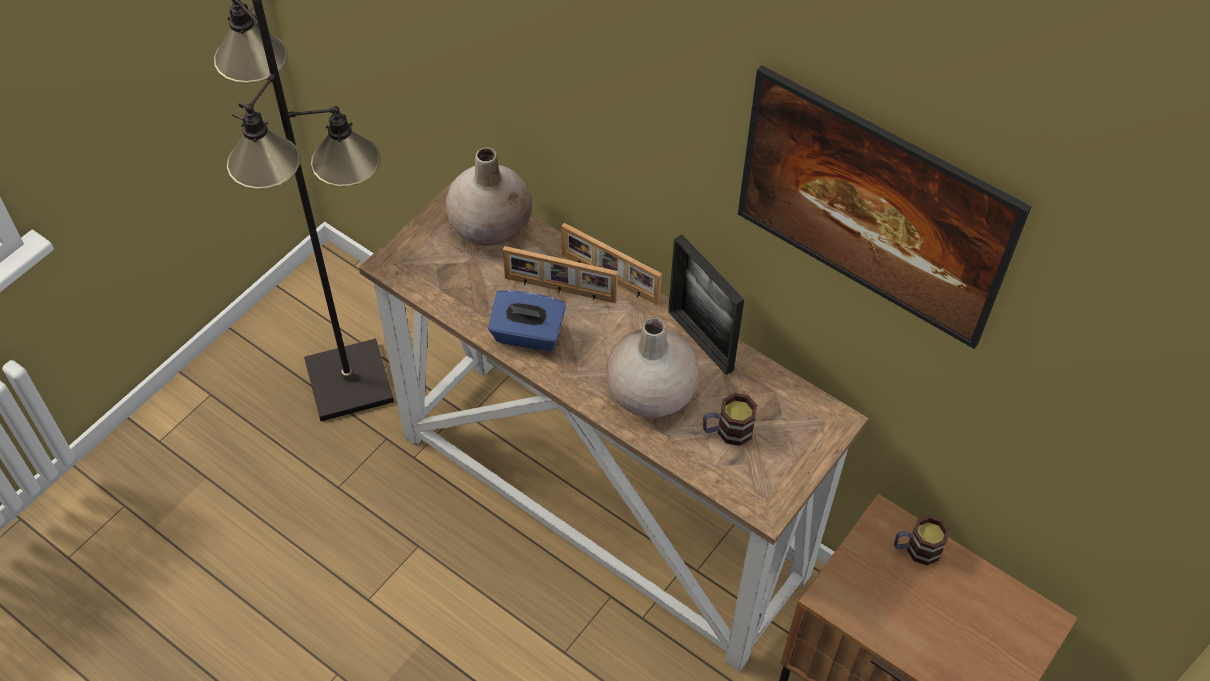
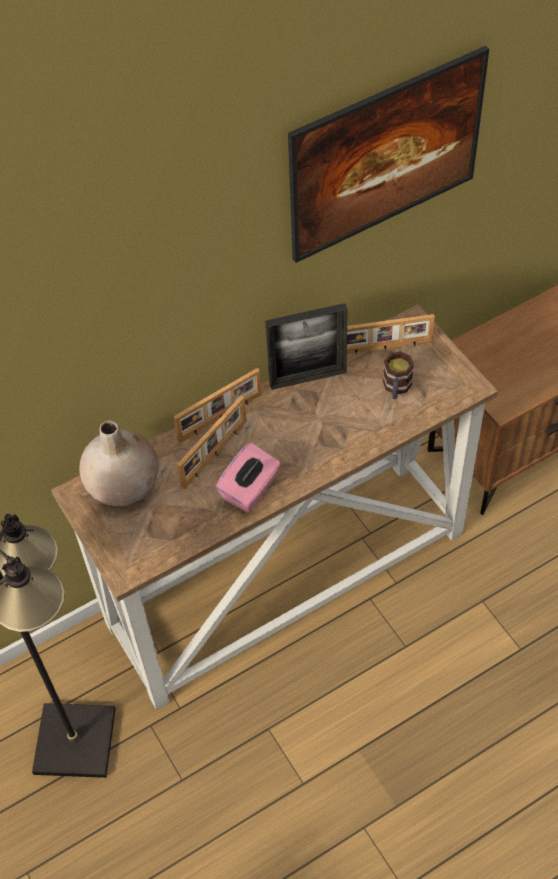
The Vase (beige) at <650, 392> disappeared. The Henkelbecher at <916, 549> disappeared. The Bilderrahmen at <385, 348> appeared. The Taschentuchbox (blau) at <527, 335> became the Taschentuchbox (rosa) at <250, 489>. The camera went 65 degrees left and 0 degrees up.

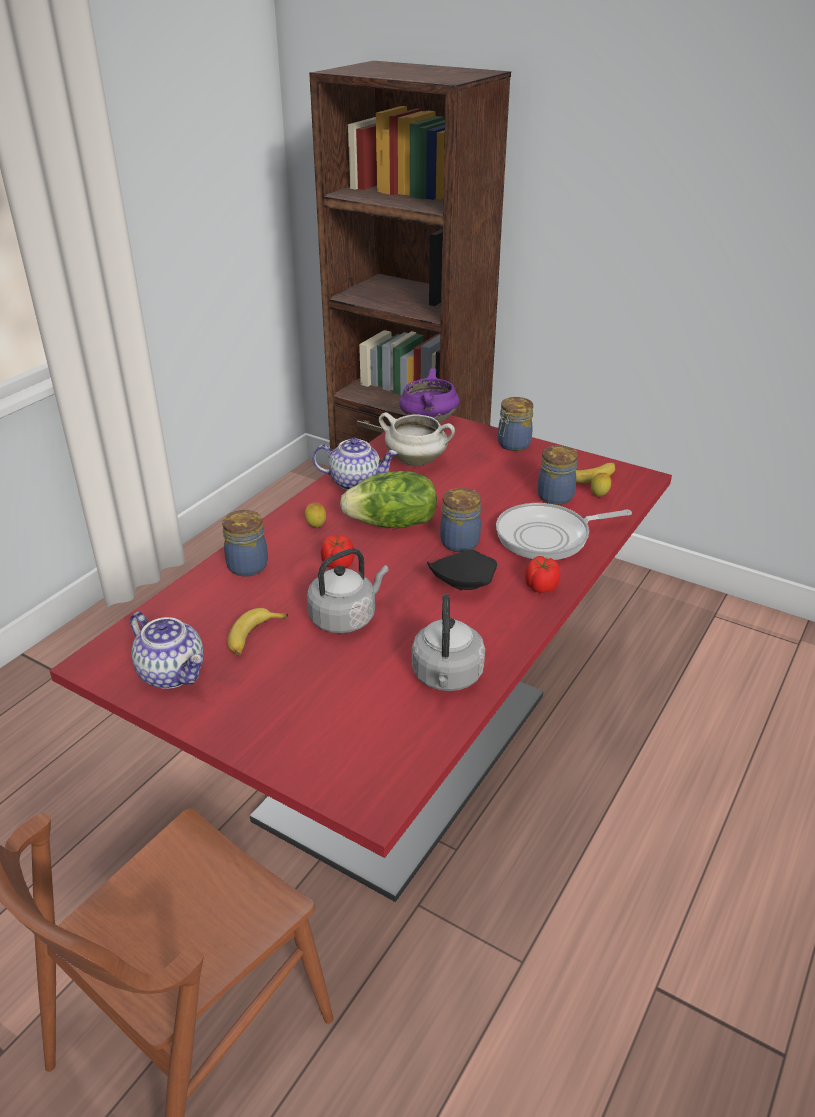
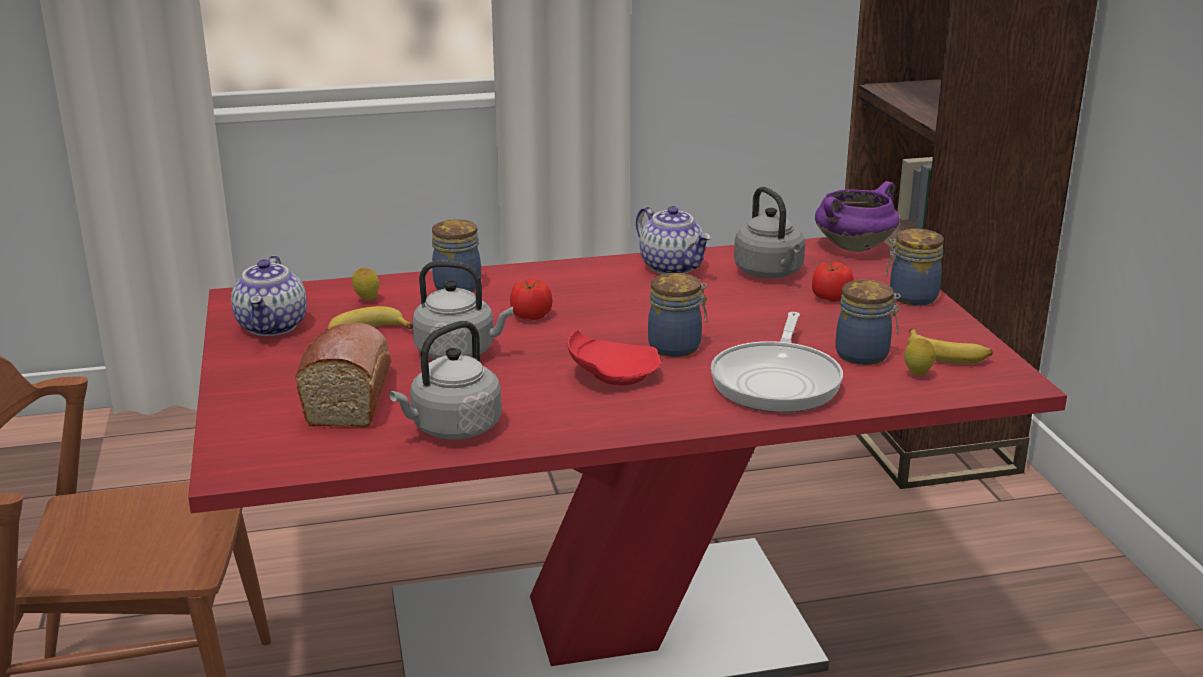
The Salatkopf at <393, 524> disappeared. The Brot at <350, 395> appeared. The Zitrone moved from <316, 527> to <367, 300>. The Tomate moved from <541, 587> to <830, 297>. The Kochtopf (weiß) at <417, 461> was replaced by the Wasserkessel (grau) at <770, 273>. The Teller (schwarz) at <462, 581> became the Teller (rot) at <612, 374>. The Pfanne at <548, 537> turned 105 degrees counterclockwise. The camera went 45 degrees right and 10 degrees down.

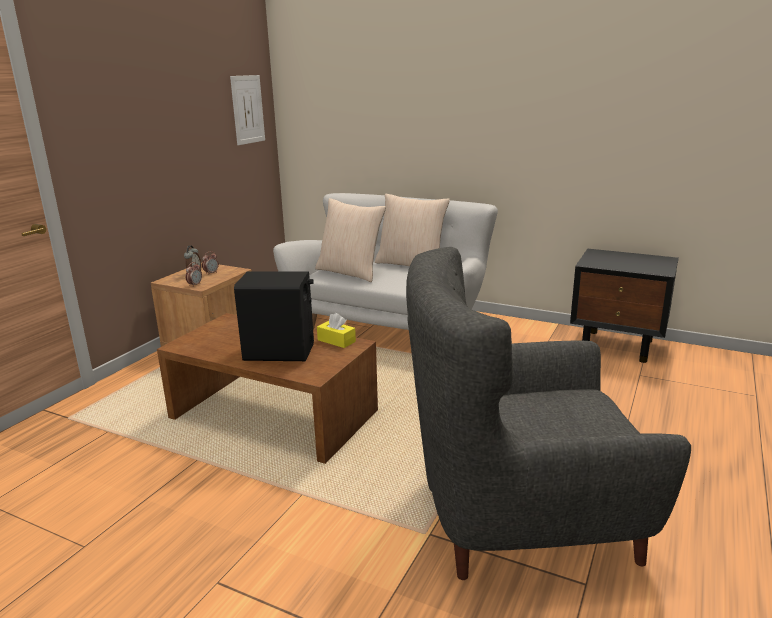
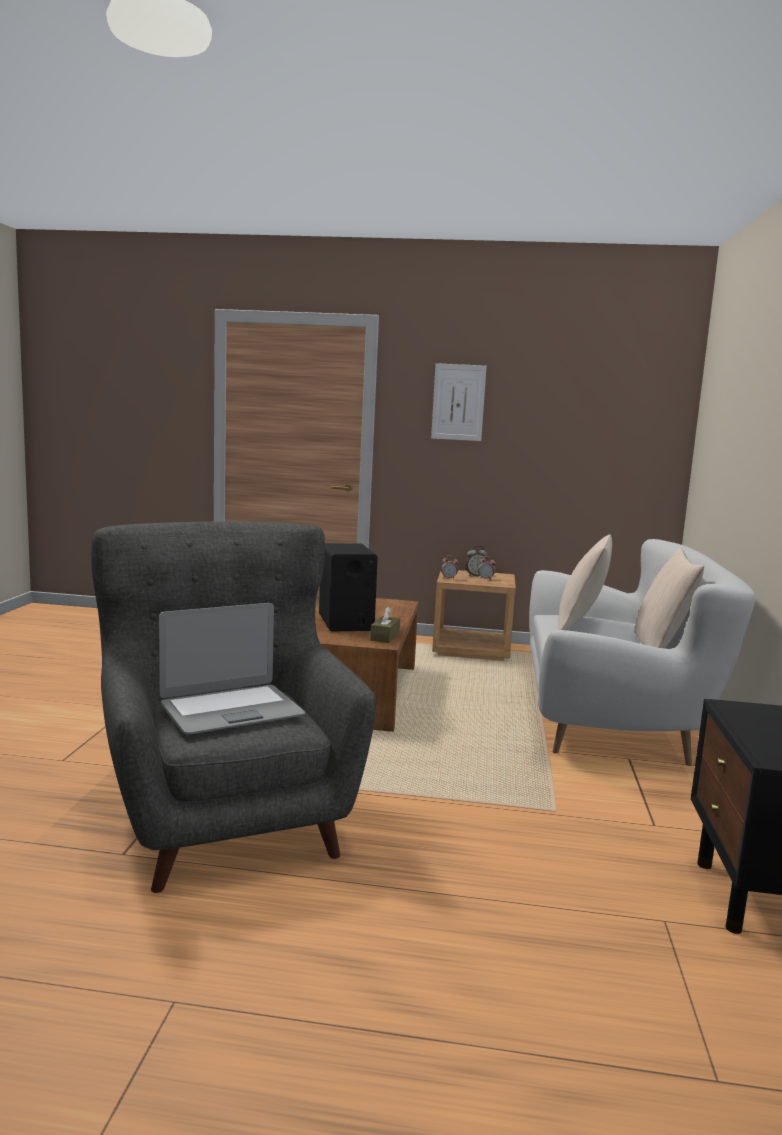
The Laptop at <231, 710> appeared. The Bild moved from <247, 109> to <458, 402>. The Taschentuchbox (gelb) at <336, 341> became the Taschentuchbox (braun) at <385, 637>. The camera went 70 degrees right and 10 degrees down.

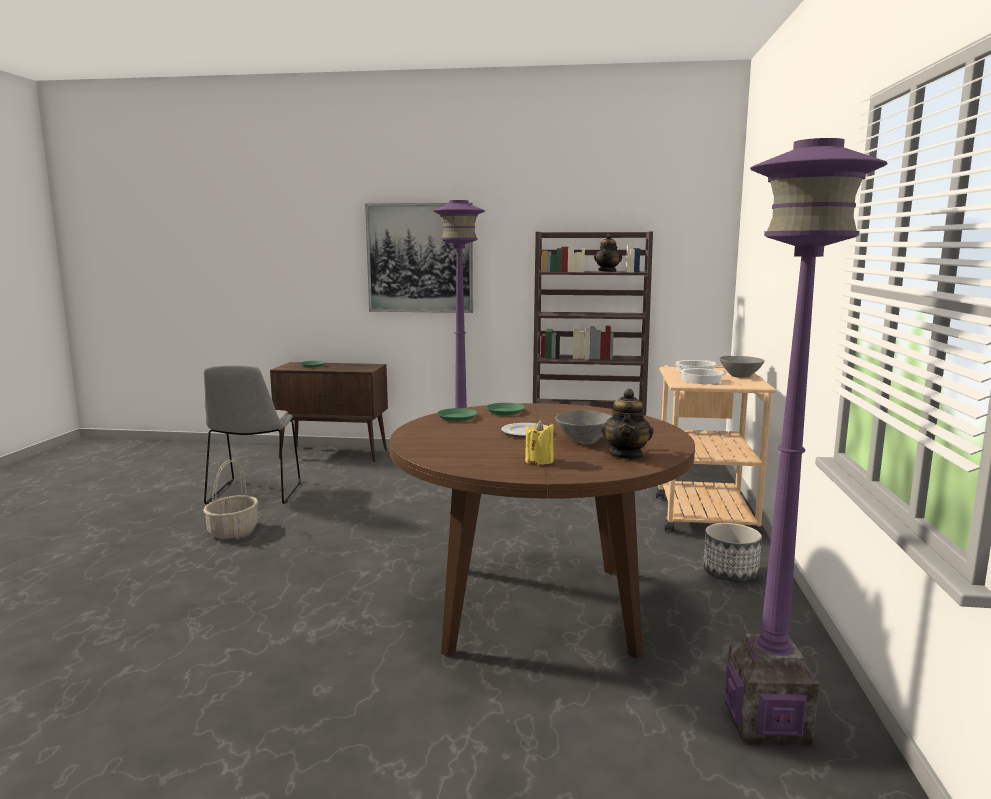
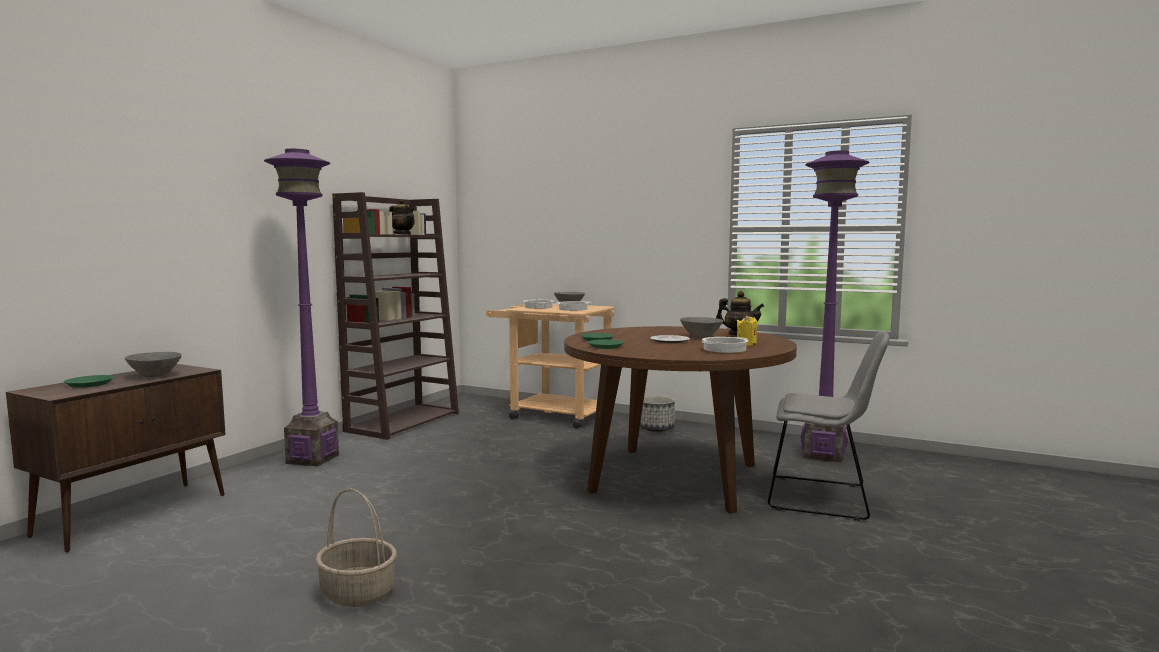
The Bild at <420, 258> disappeared. The Schüssel (grau) at <155, 375> appeared. The Kochtopf at <724, 349> appeared. The Stuhl (grau) moved from <254, 494> to <823, 498>. The camera went 70 degrees left and 5 degrees down.

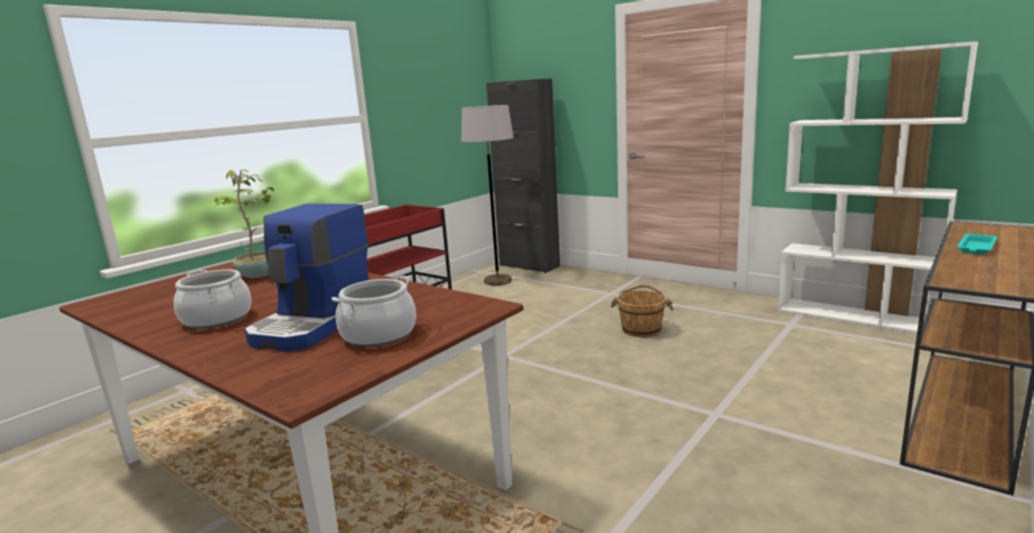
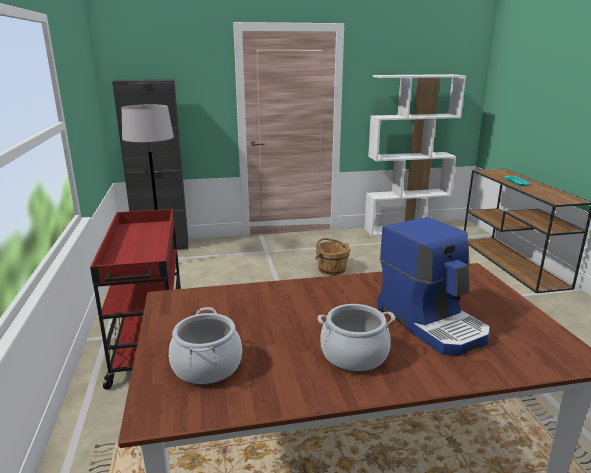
The Topfpflanze at <259, 274> disappeared. The Kochtopf moved from <378, 334> to <206, 367>. The camera went 50 degrees left and 5 degrees up.

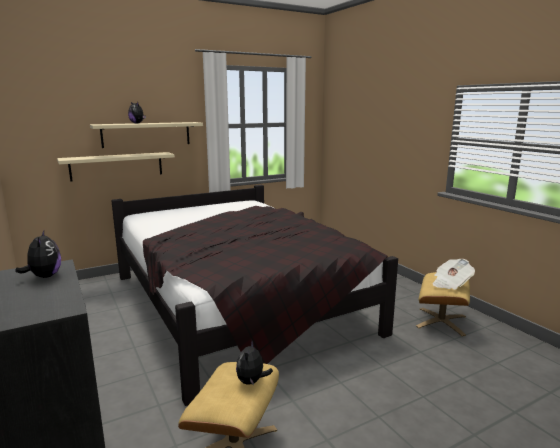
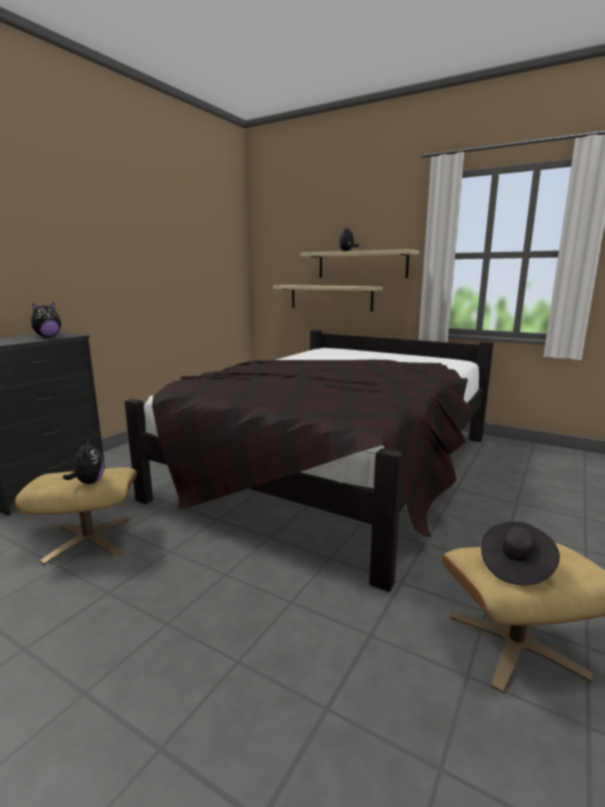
The Zeitung at <450, 284> was replaced by the Hut (schwarz) at <515, 566>. The Plüschtier at <252, 381> turned 90 degrees clockwise. The camera went 60 degrees right and 0 degrees up.

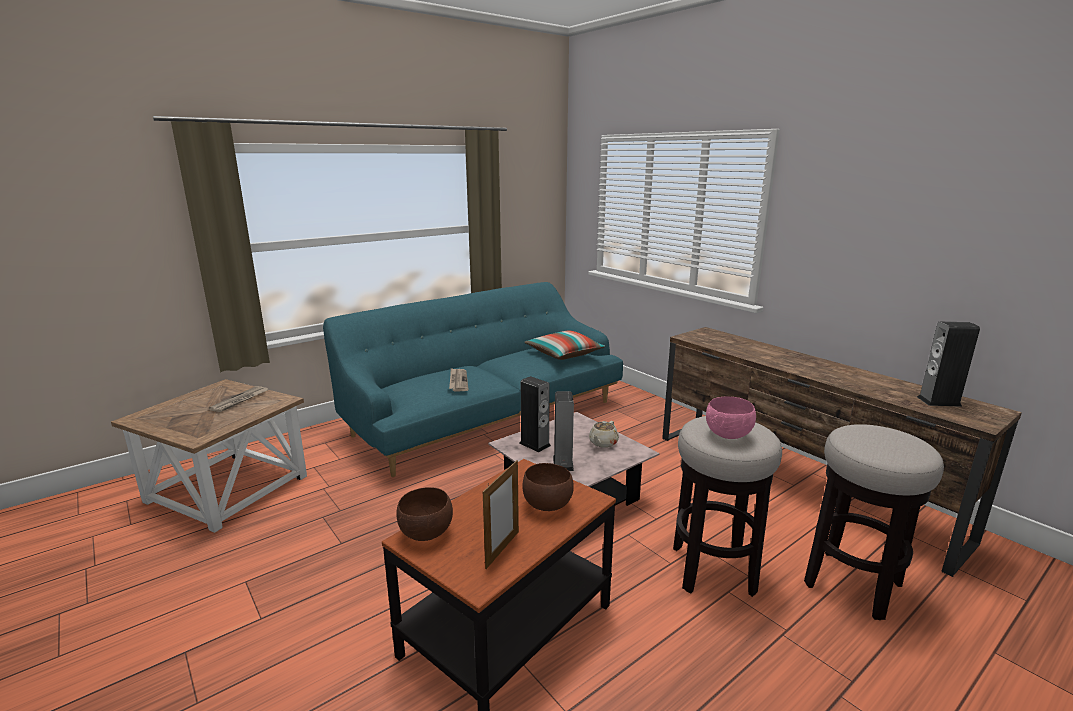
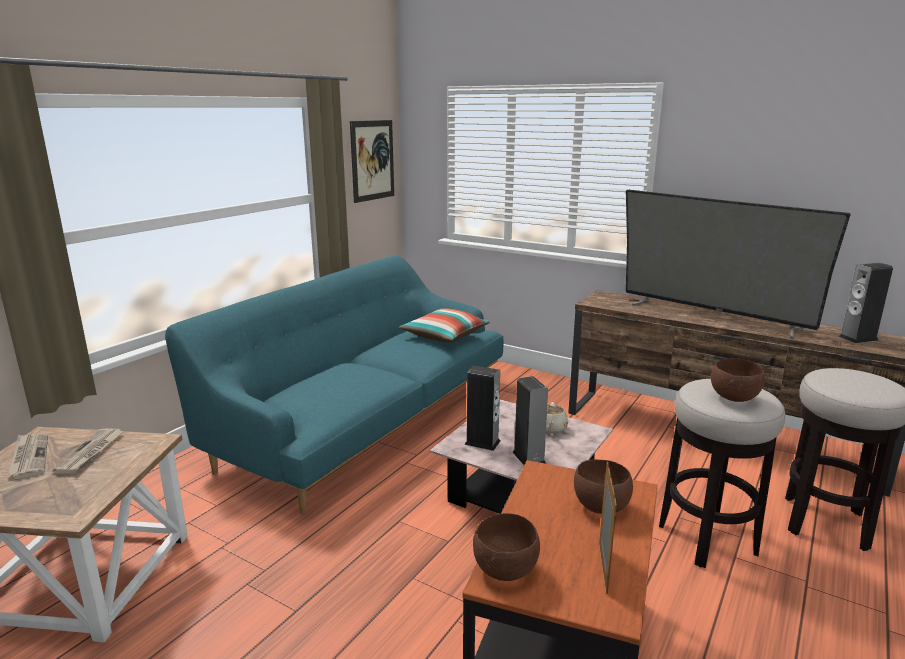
The Bild at <372, 160> appeared. The Fernseher at <712, 316> appeared. The Zeitung moved from <458, 381> to <29, 457>. The Schüssel (rosa) at <729, 435> became the Schüssel (braun) at <735, 398>. The camera went 20 degrees left and 0 degrees up.

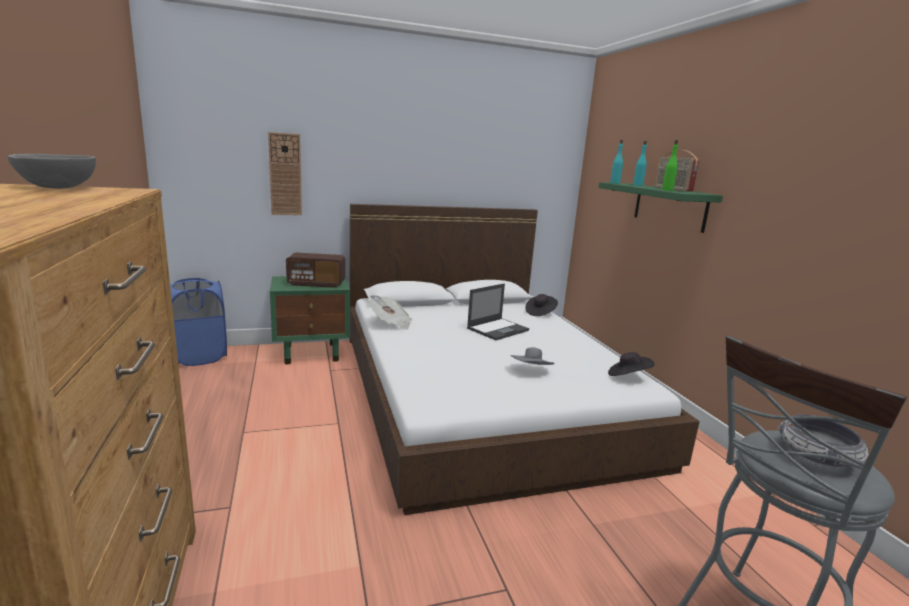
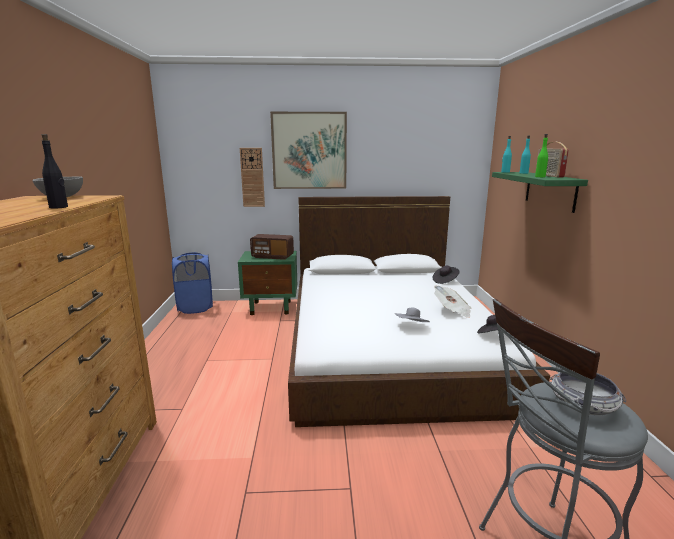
The Laptop at <498, 329> disappeared. The Flasche (schwarz) at <59, 207> appeared. The Bild at <309, 151> appeared. The Zeitung moved from <390, 323> to <452, 311>. The camera went 15 degrees right and 0 degrees up.

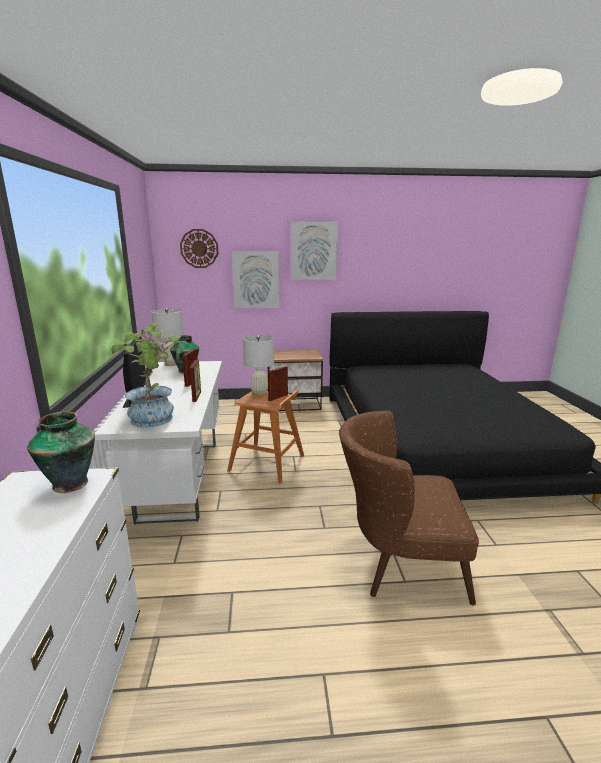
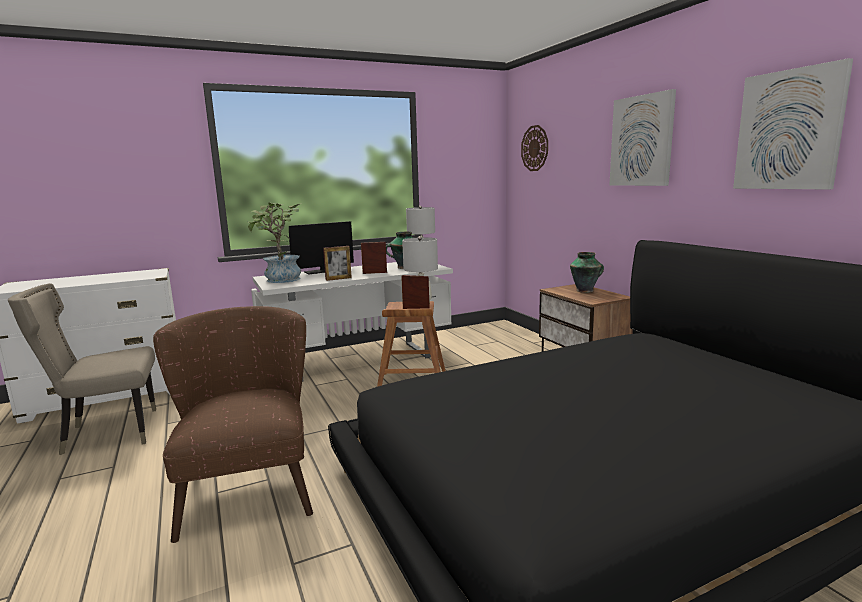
The Stuhl (beige) at <107, 433> appeared. The Vase moved from <71, 483> to <585, 290>. The Bild moved from <256, 280> to <789, 130>. The camera went 70 degrees right and 5 degrees down.

